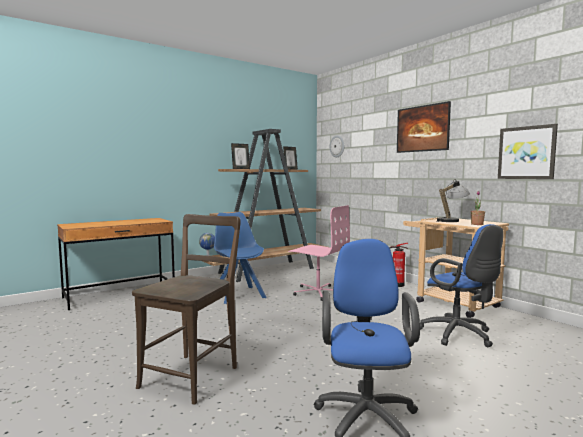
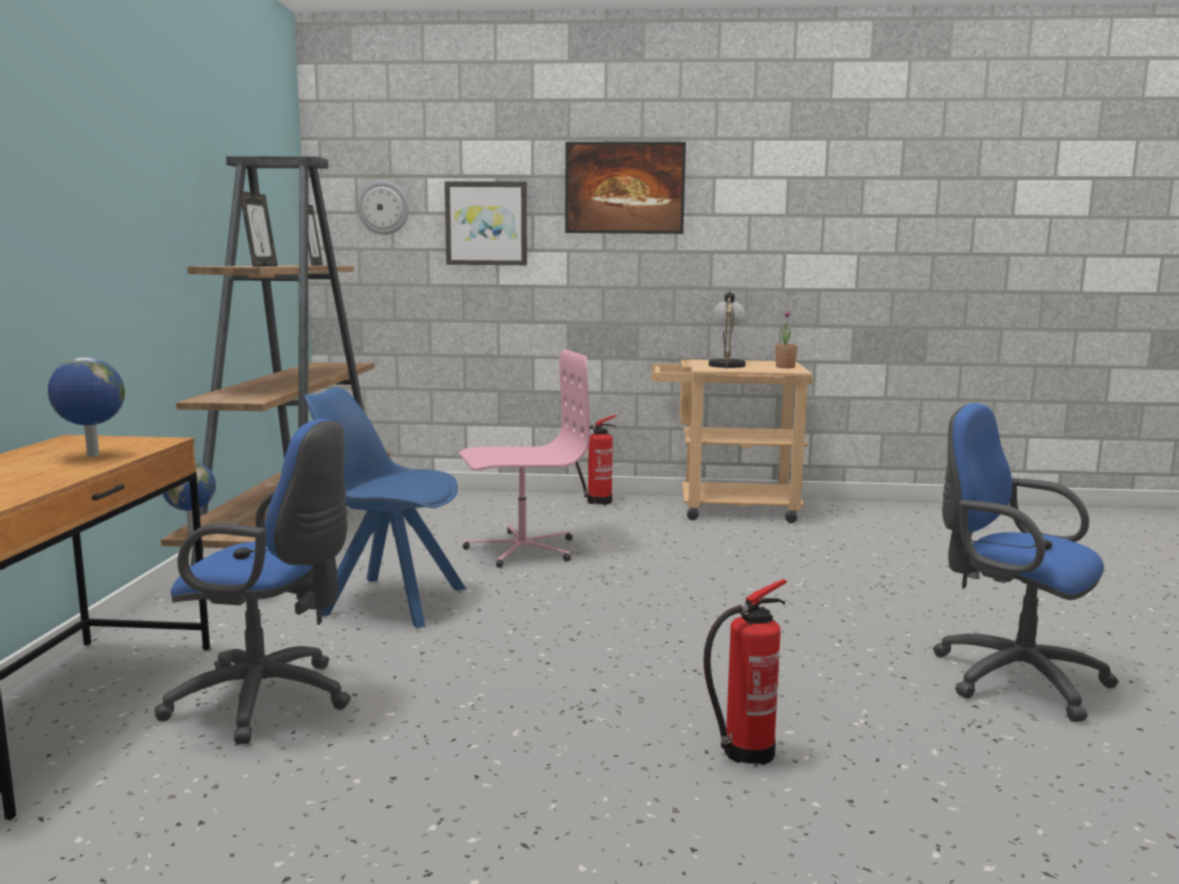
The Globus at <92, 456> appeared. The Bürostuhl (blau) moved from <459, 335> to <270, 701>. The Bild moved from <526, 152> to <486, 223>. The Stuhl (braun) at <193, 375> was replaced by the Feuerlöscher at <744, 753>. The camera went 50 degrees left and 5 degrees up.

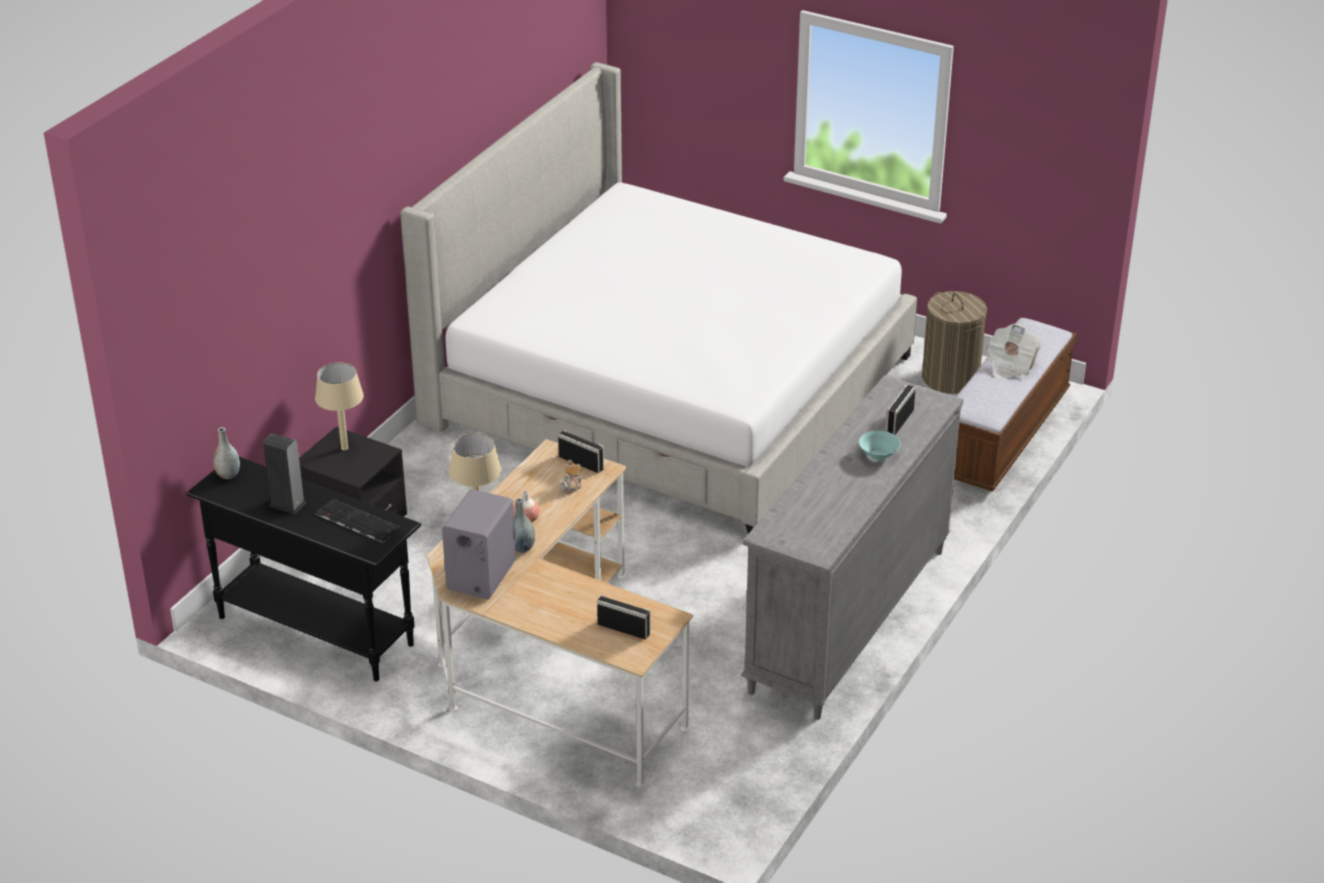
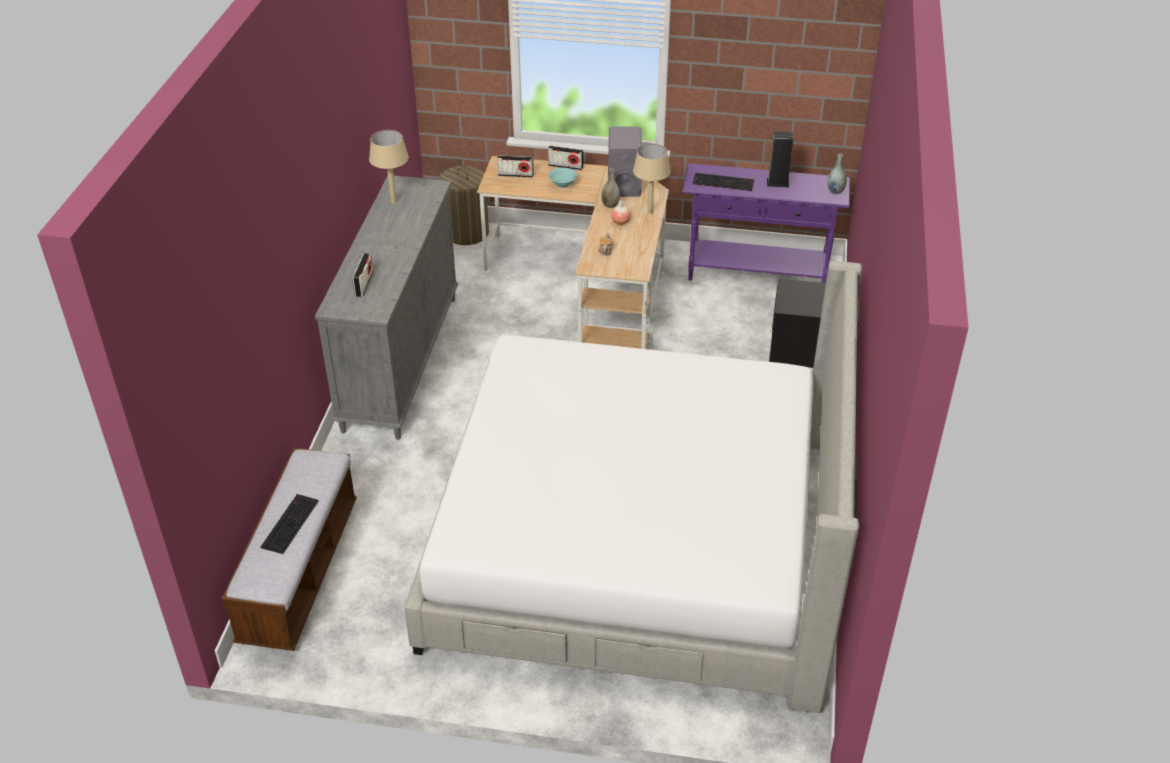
The Tischlampe (beige) moved from <344, 448> to <394, 202>. The Radio moved from <581, 463> to <565, 166>. The Schüssel (türkis) moved from <879, 455> to <562, 184>. The Wäschekorb moved from <950, 378> to <466, 233>. The Zeitung at <1010, 364> was replaced by the Tastatur at <289, 523>. The Konsolentisch (schwarz) at <315, 630> became the Konsolentisch (lila) at <757, 274>. The camera went 160 degrees right and 5 degrees up.

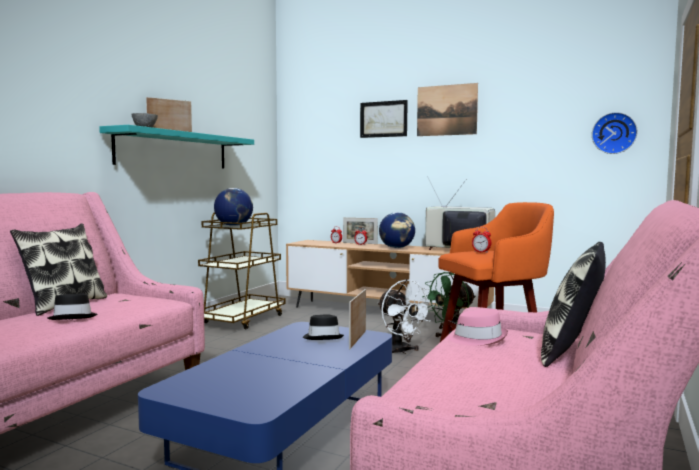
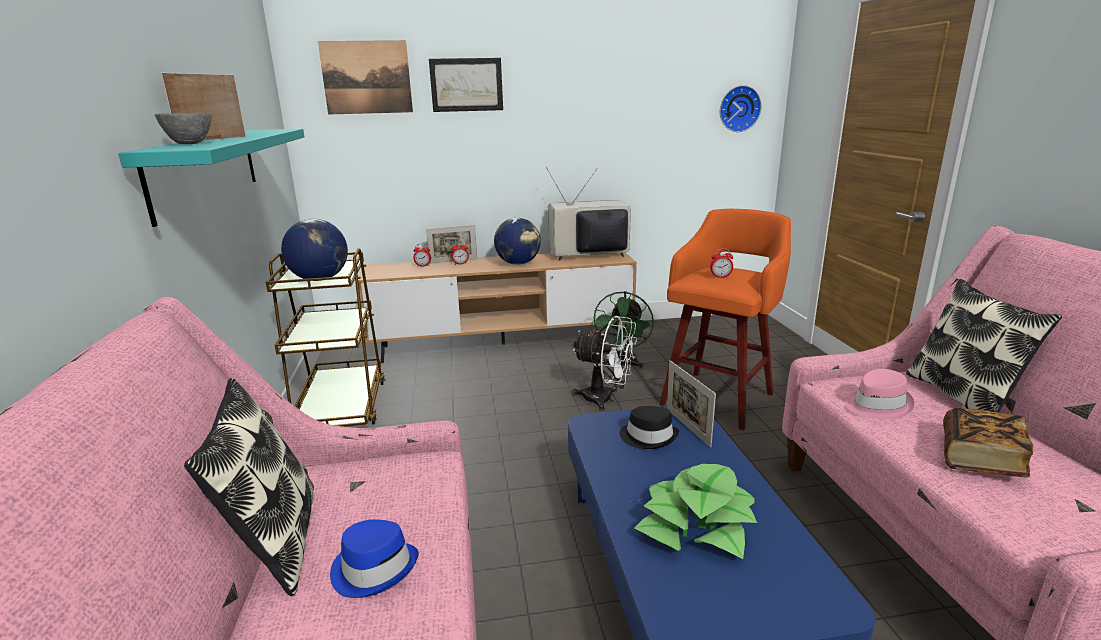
The Topfpflanze at <696, 524> appeared. The Buch at <980, 459> appeared. The Bild moved from <446, 110> to <366, 77>. The Hut (schwarz) at <74, 317> became the Hut (blau) at <374, 568>. The camera went 35 degrees left and 15 degrees up.

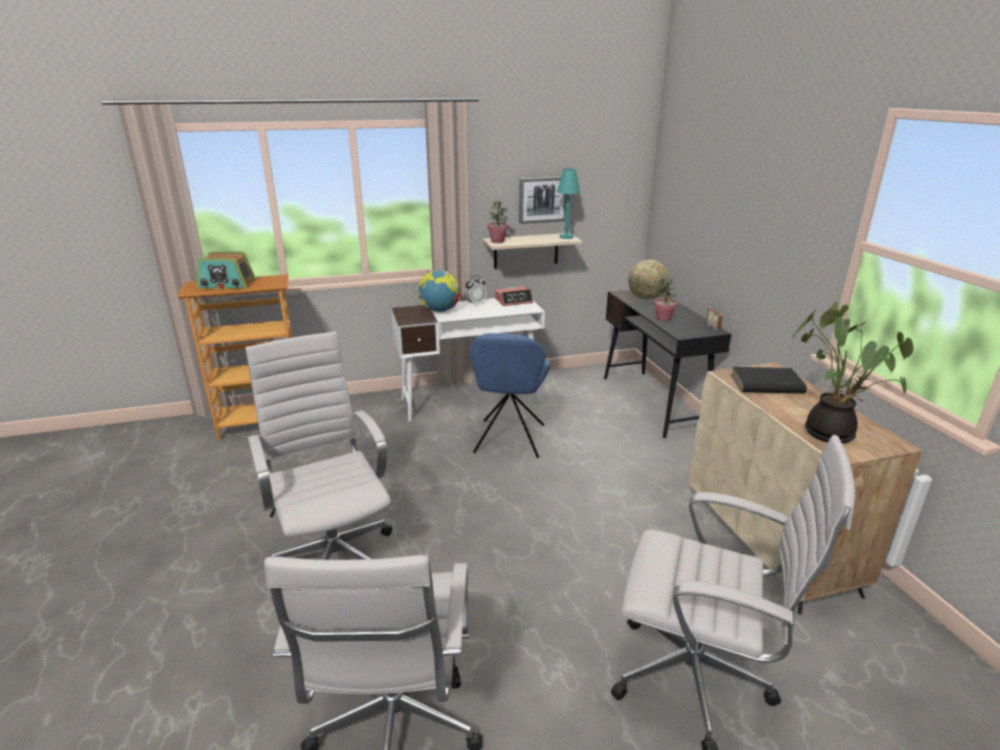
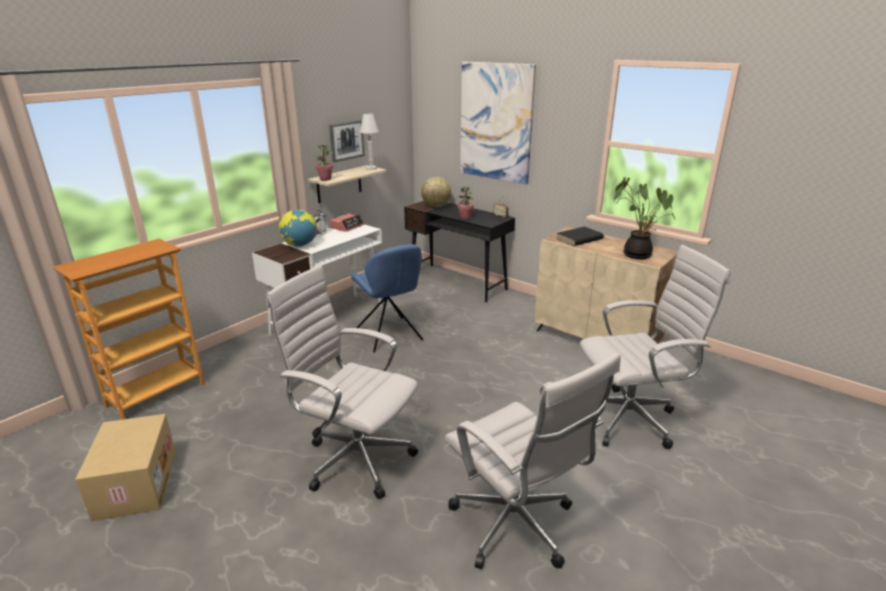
The Radio at <227, 285> disappeared. The Karton at <135, 484> appeared. The Bild at <496, 122> appeared. The Tischlampe (türkis) at <566, 237> became the Tischlampe (weiß) at <371, 168>. The camera went 35 degrees left and 0 degrees up.

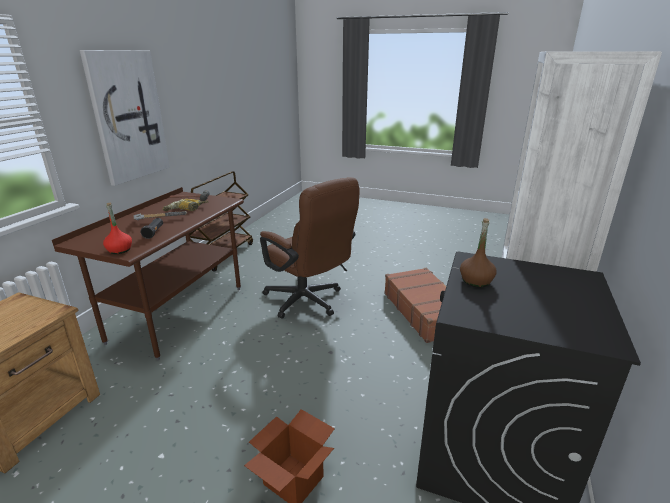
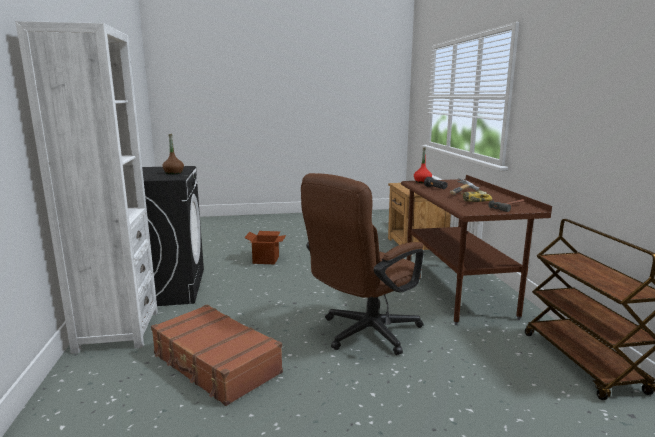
The Bild at <128, 116> disappeared. The Bürostuhl (braun) at <308, 302> turned 60 degrees counterclockwise. The camera went 150 degrees right and 10 degrees down.

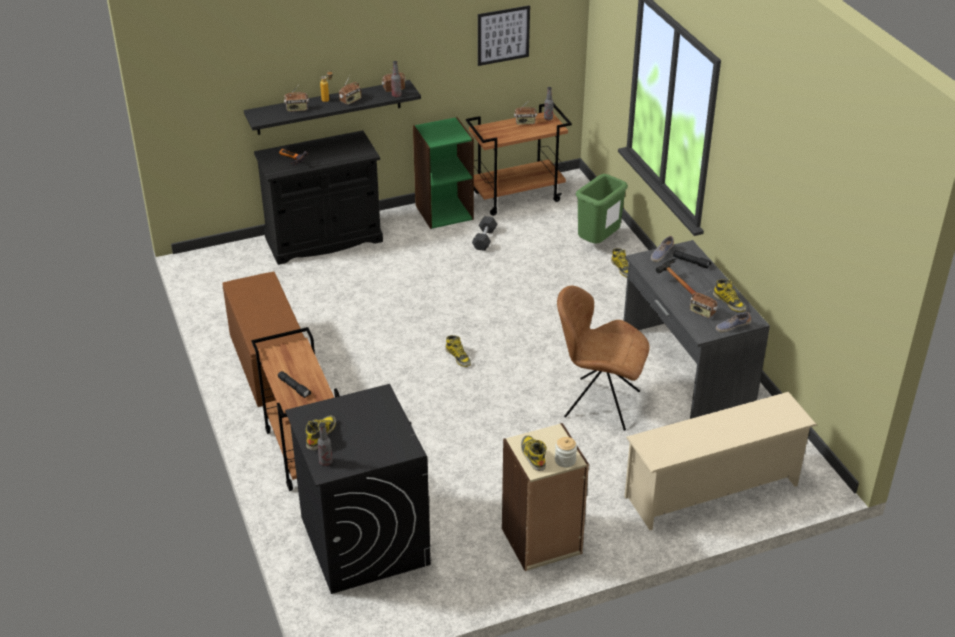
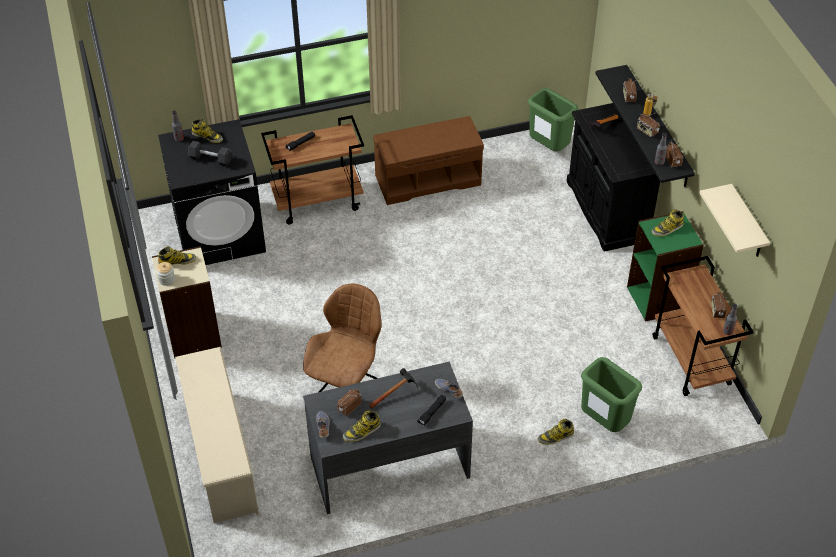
The Mülleimer (grün) at <548, 148> appeared. The Stiefel moved from <458, 357> to <667, 229>. The Hantel (schwarz) moved from <484, 239> to <210, 159>. The Bild at <503, 35> was replaced by the Wandregal (beige) at <747, 223>. The camera went 95 degrees right and 10 degrees up.

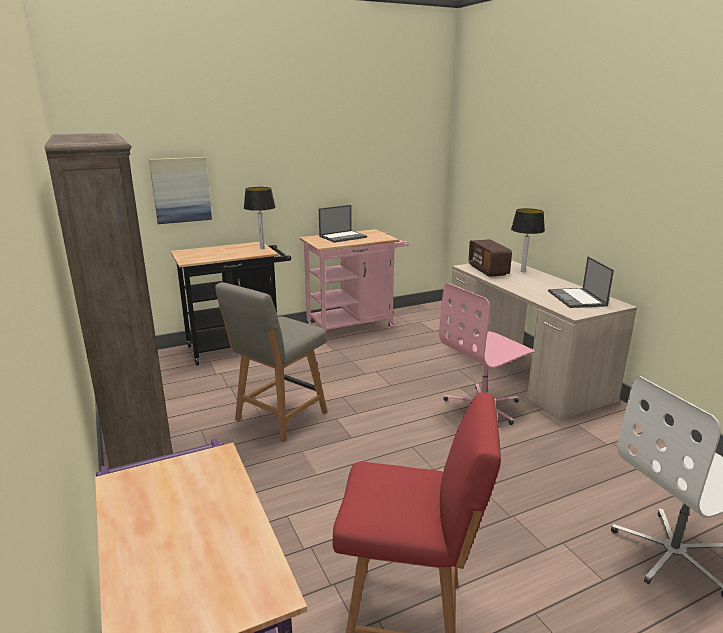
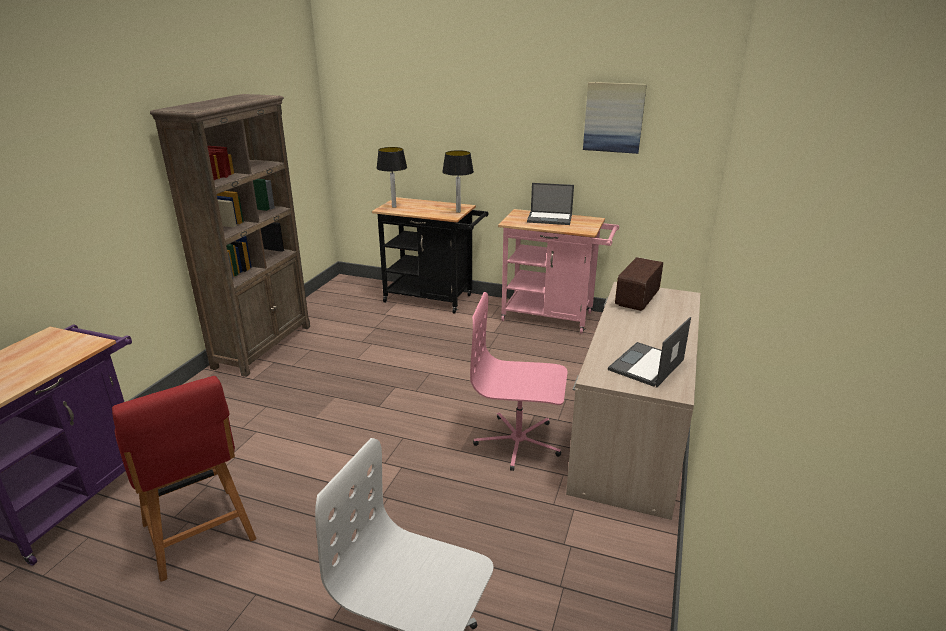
The Stuhl (grau) at <279, 417> disappeared. The Bild moved from <181, 190> to <614, 117>. The Tischlampe moved from <522, 271> to <394, 207>. The camera went 45 degrees right and 5 degrees up.

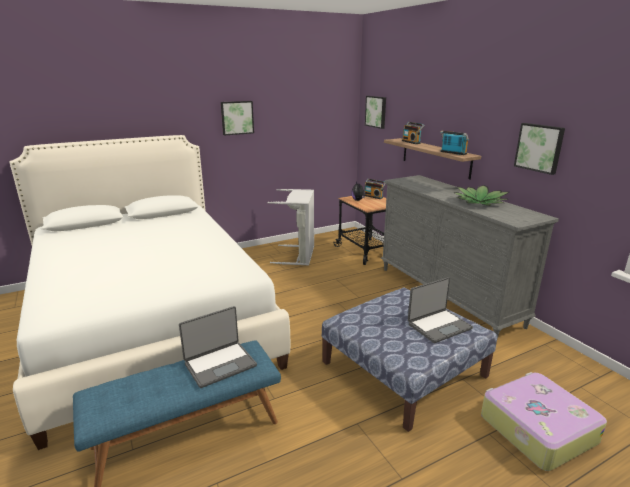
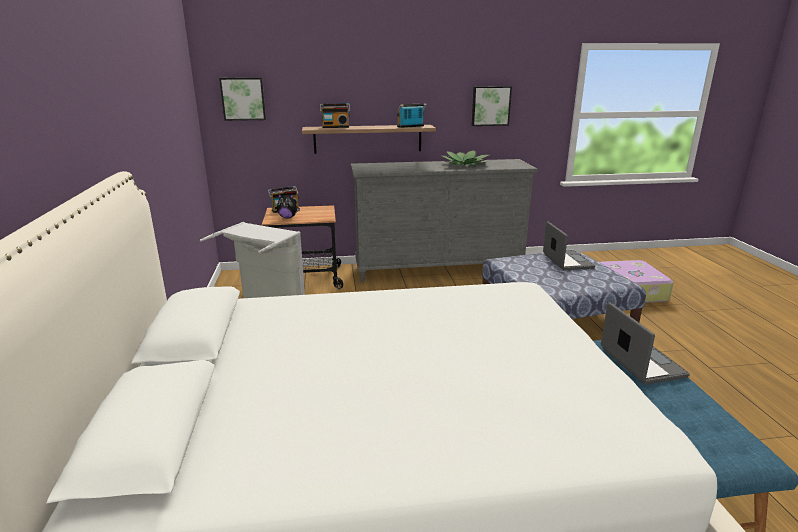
The Bild at <237, 117> disappeared. The camera went 70 degrees left and 0 degrees up.

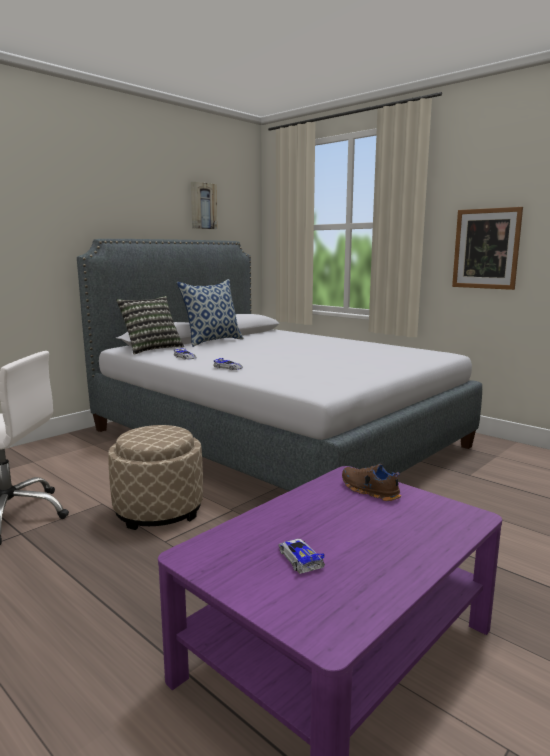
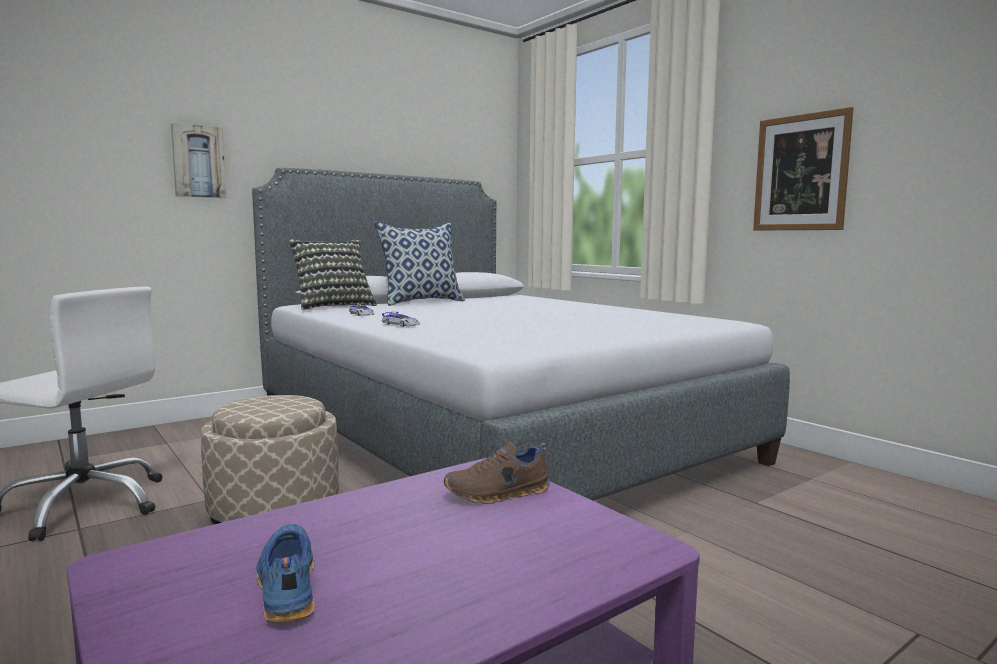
The Bild moved from <202, 206> to <198, 162>. The Spielzeugauto at <299, 558> was replaced by the Schuh (blau) at <285, 587>. The Schuh (braun) at <369, 491> turned 75 degrees counterclockwise. The camera went 10 degrees right and 5 degrees down.

